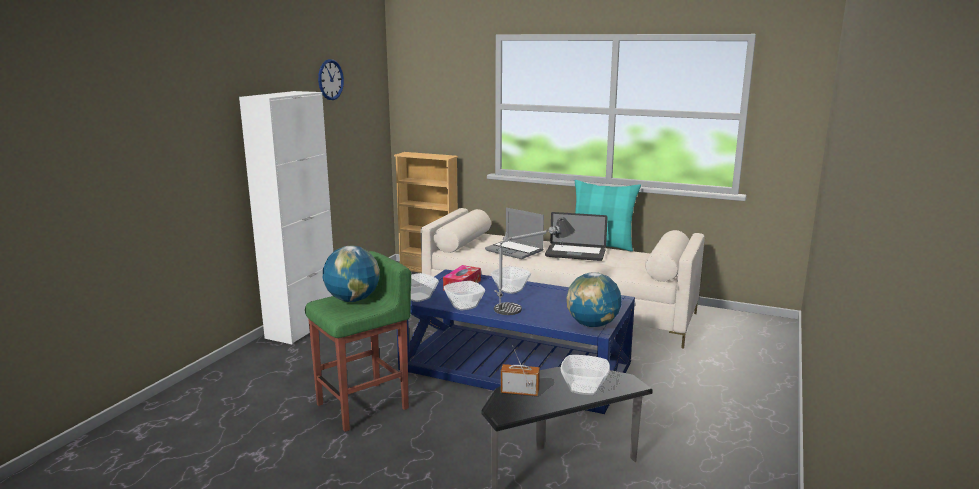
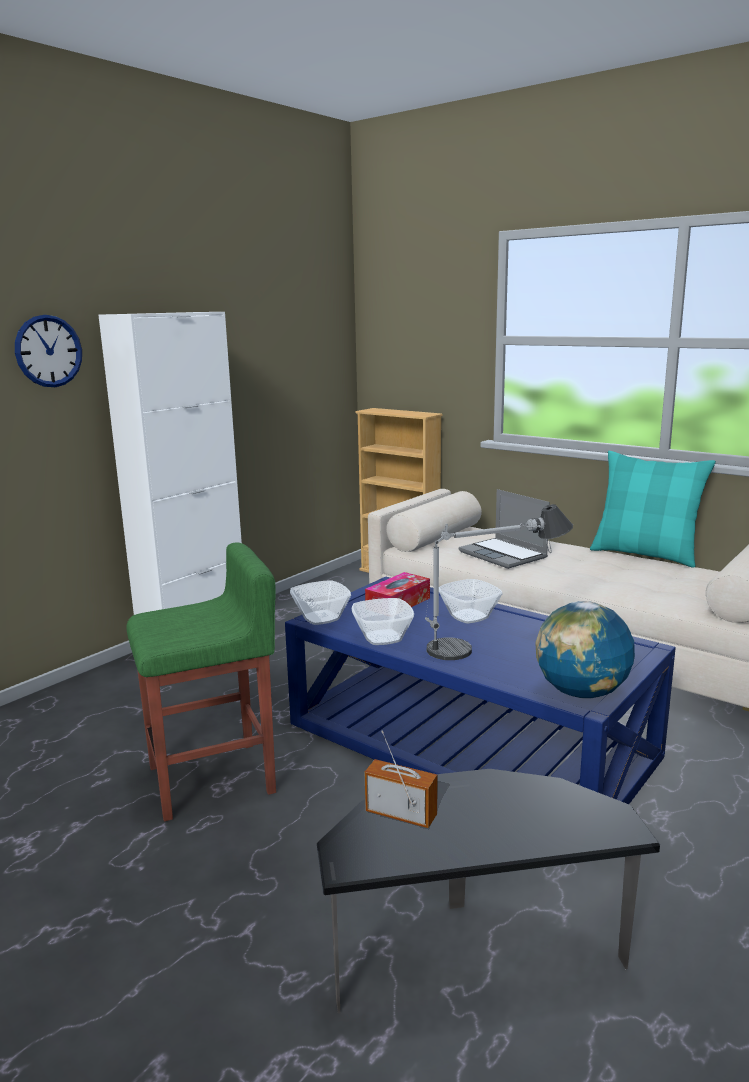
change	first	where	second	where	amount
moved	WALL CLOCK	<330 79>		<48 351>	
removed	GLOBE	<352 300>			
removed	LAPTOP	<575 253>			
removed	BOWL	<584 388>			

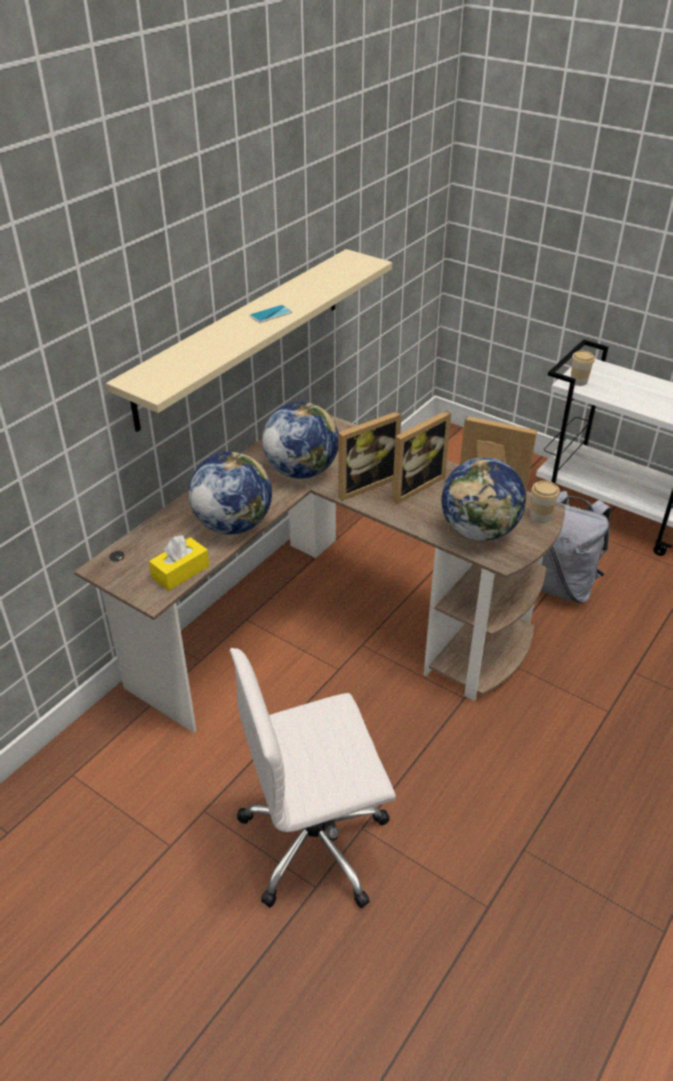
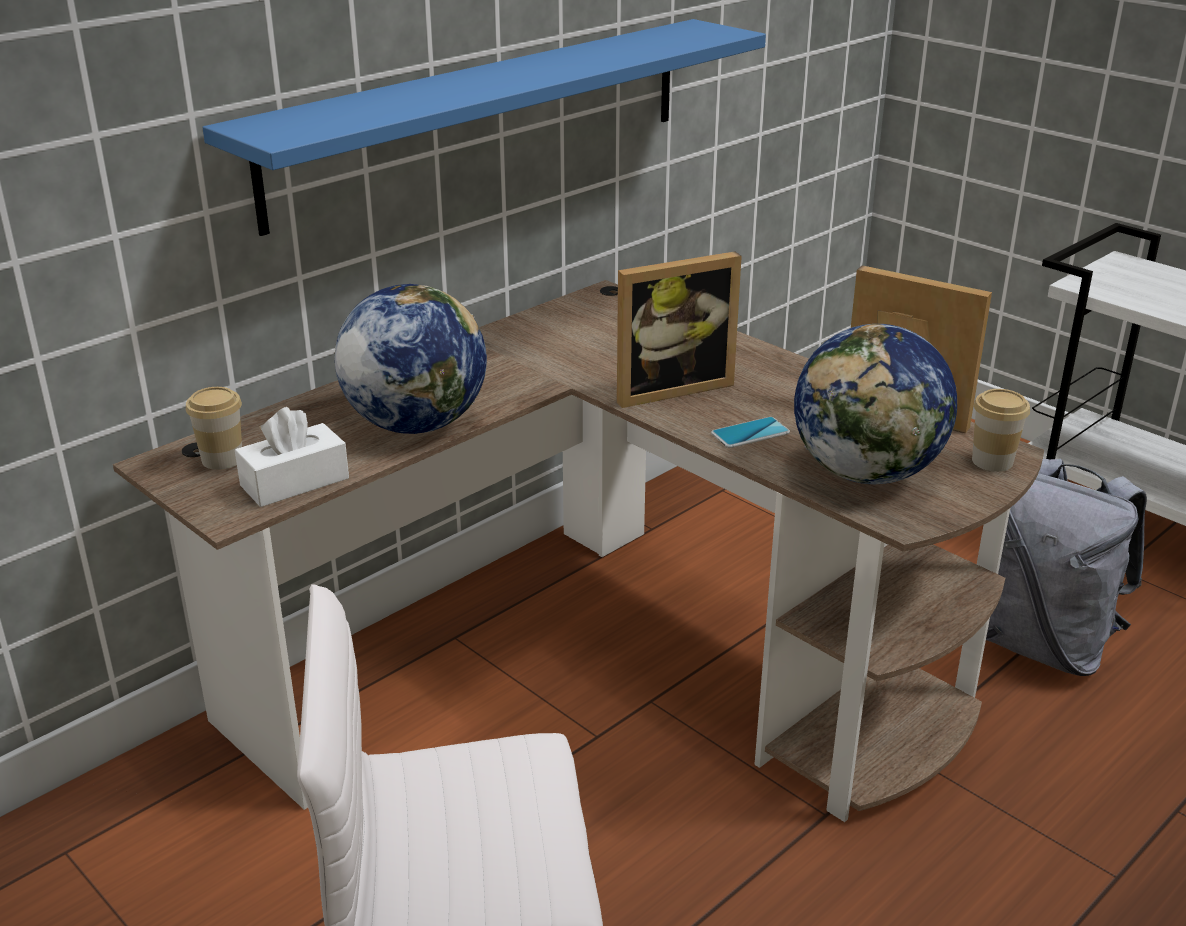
change	first	where	second	where	amount
moved	CUP	<578 381>		<222 459>	
recoloured	BEIGE SHELF	<242 336>	BLUE SHELF	<484 118>	
recoloured	YELLOW TISSUE BOX	<180 572>	WHITE TISSUE BOX	<294 482>	
moved	PHONE	<270 314>		<750 433>	
removed	GLOBE	<301 471>			
removed	PICTURE FRAME	<413 485>			

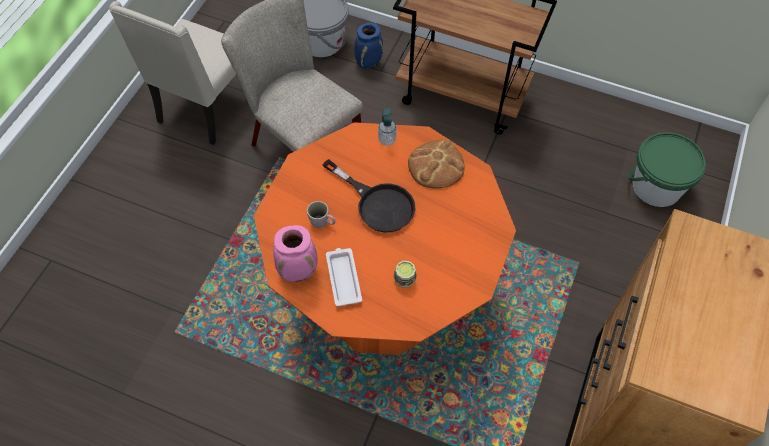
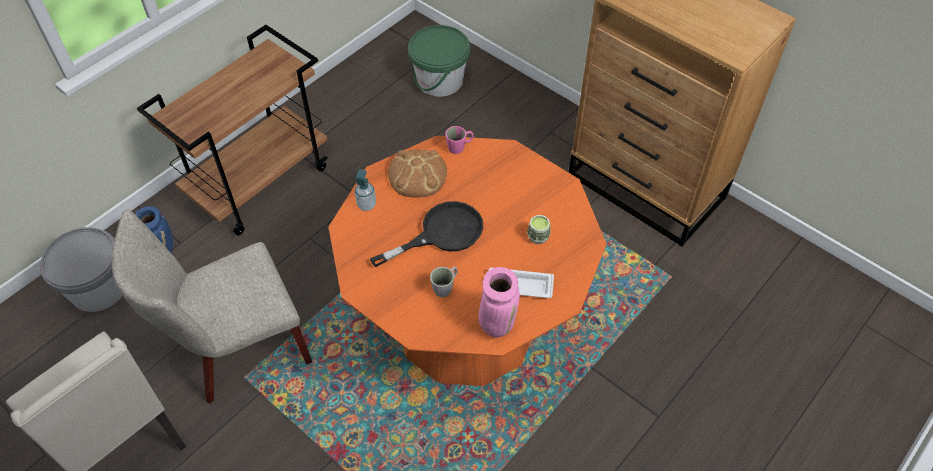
change	first	where	second	where	amount
added			PINK MUG	<459 147>	

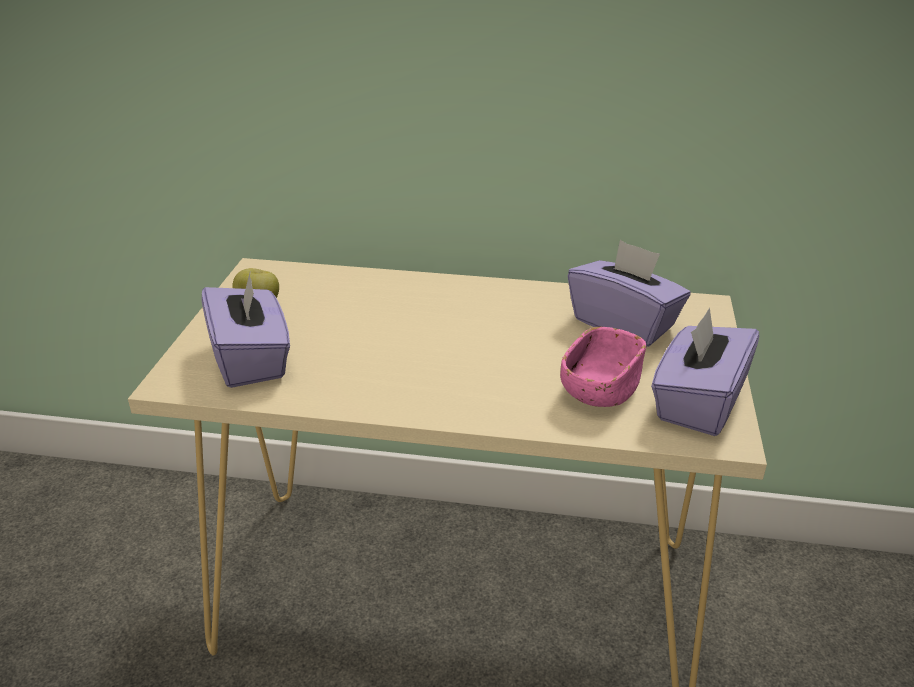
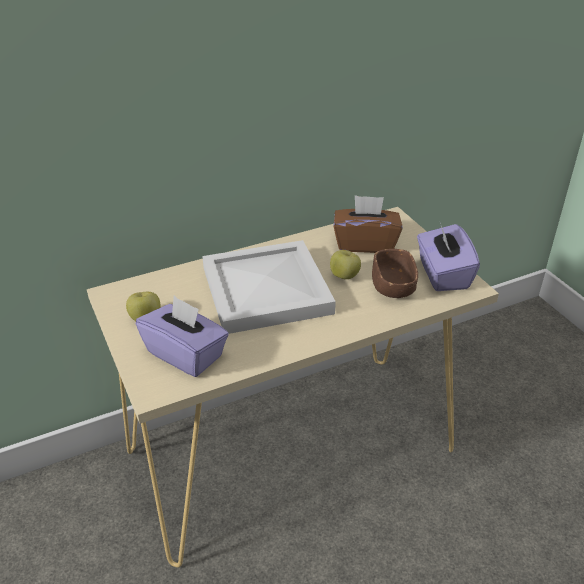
change	first	where	second	where	amount
added			WHITE TRAY	<265 291>	
added			APPLE	<344 276>	
recoloured	PURPLE TISSUE BOX	<624 323>	BROWN TISSUE BOX	<365 243>	
recoloured	PINK BOWL	<600 390>	BROWN BOWL	<393 287>	

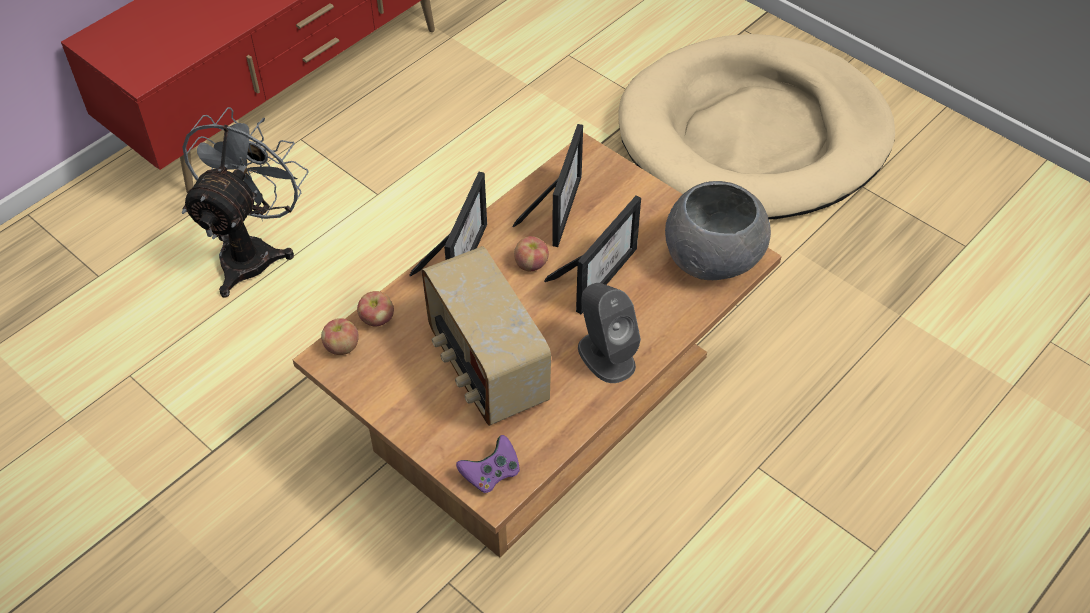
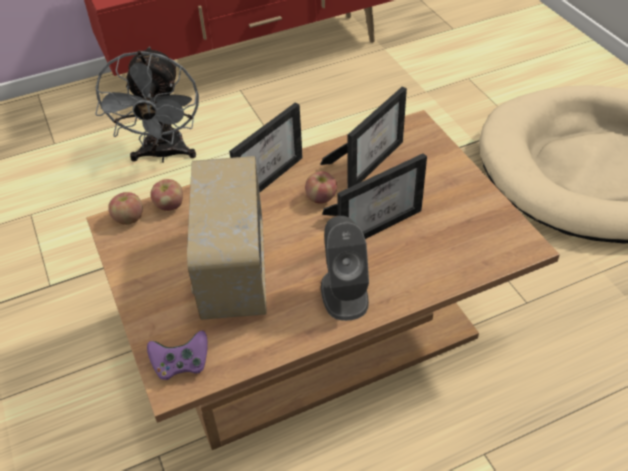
change	first	where	second	where	amount
turned	GREY FAN	<253 251>		<164 154>	135 degrees clockwise
removed	GREY BOWL	<714 257>			

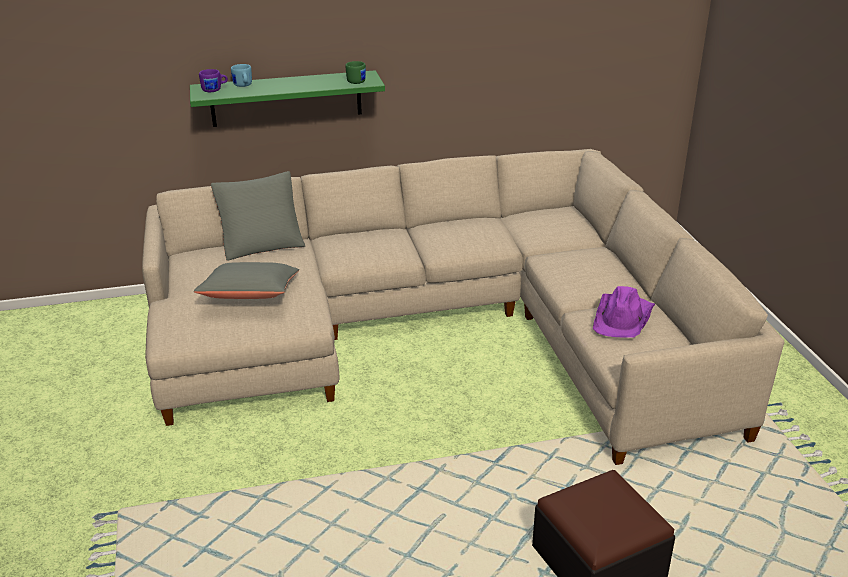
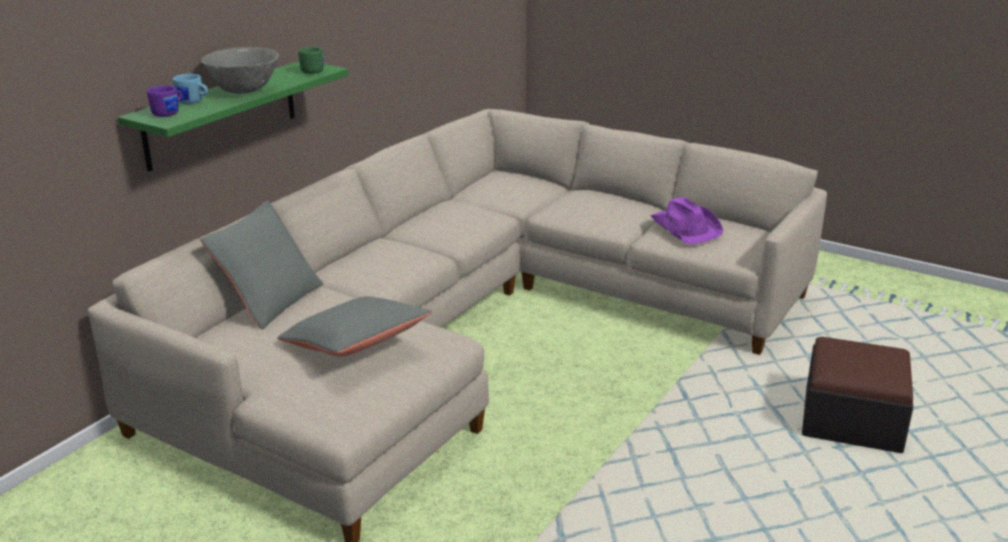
change	first	where	second	where	amount
added			GREY BOWL	<244 91>	

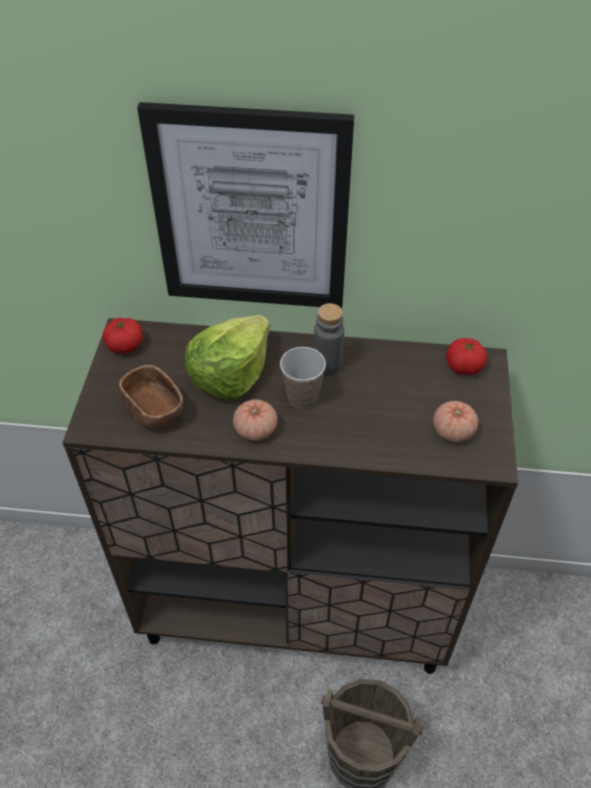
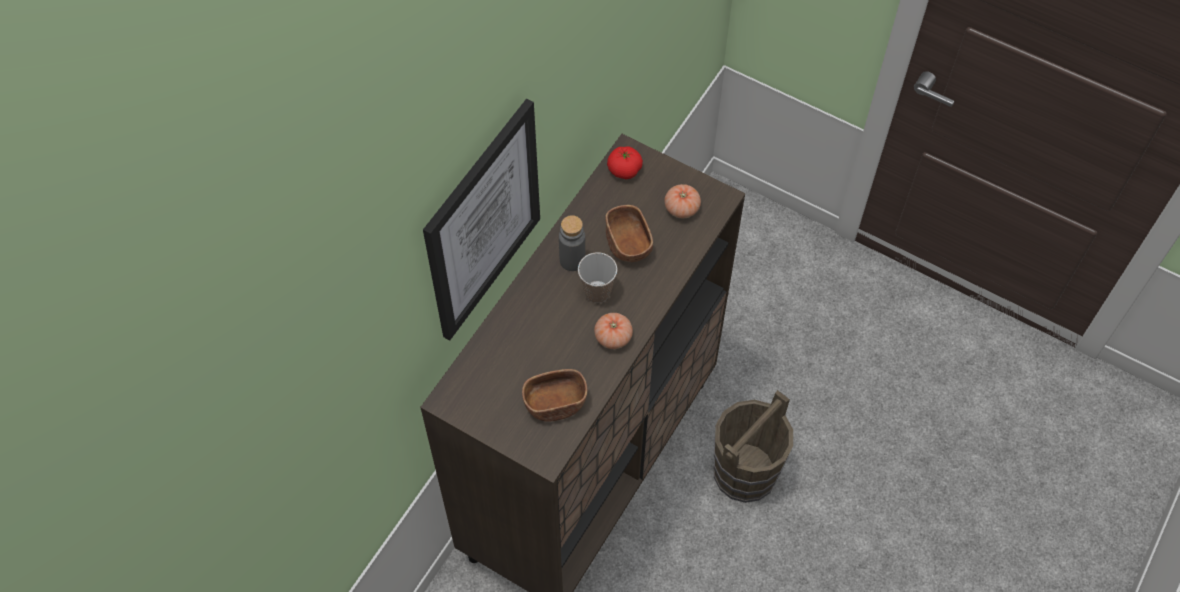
change	first	where	second	where	amount
added			BROWN BOWL	<628 244>	
removed	TOMATO	<125 345>			
removed	LETTUCE	<230 374>			

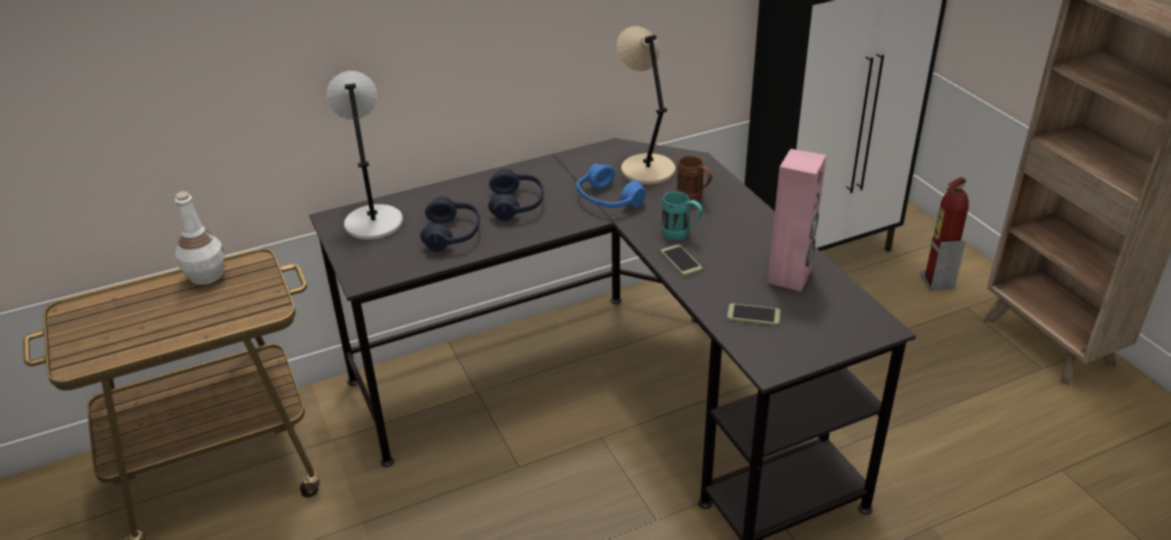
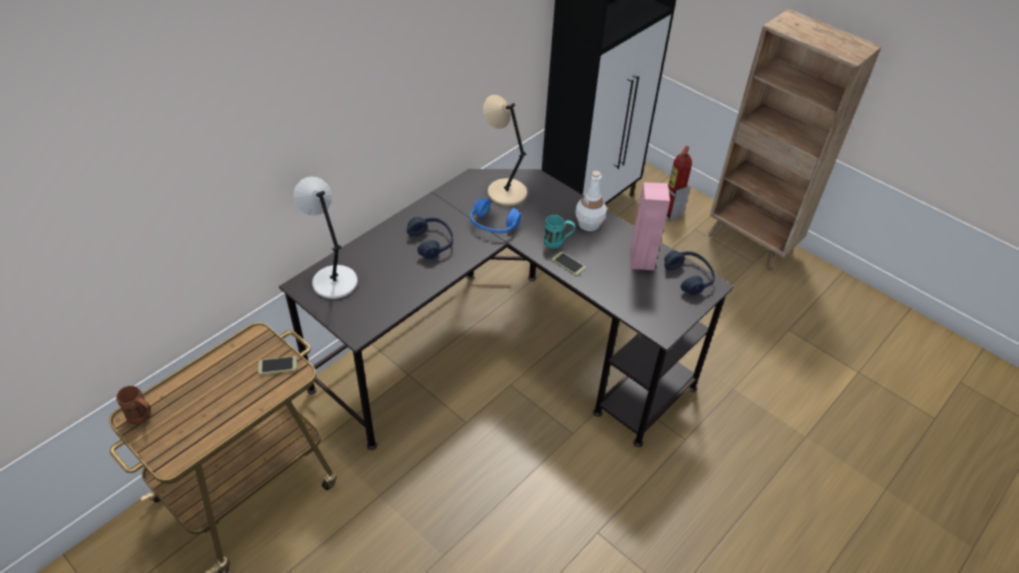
change	first	where	second	where	amount
moved	BROWN MUG	<694 199>		<143 418>	
moved	PHONE	<753 315>		<277 366>	
moved	WHITE BOTTLE	<206 275>		<588 224>	
moved	BLUE HEADPHONES	<452 234>		<689 277>	

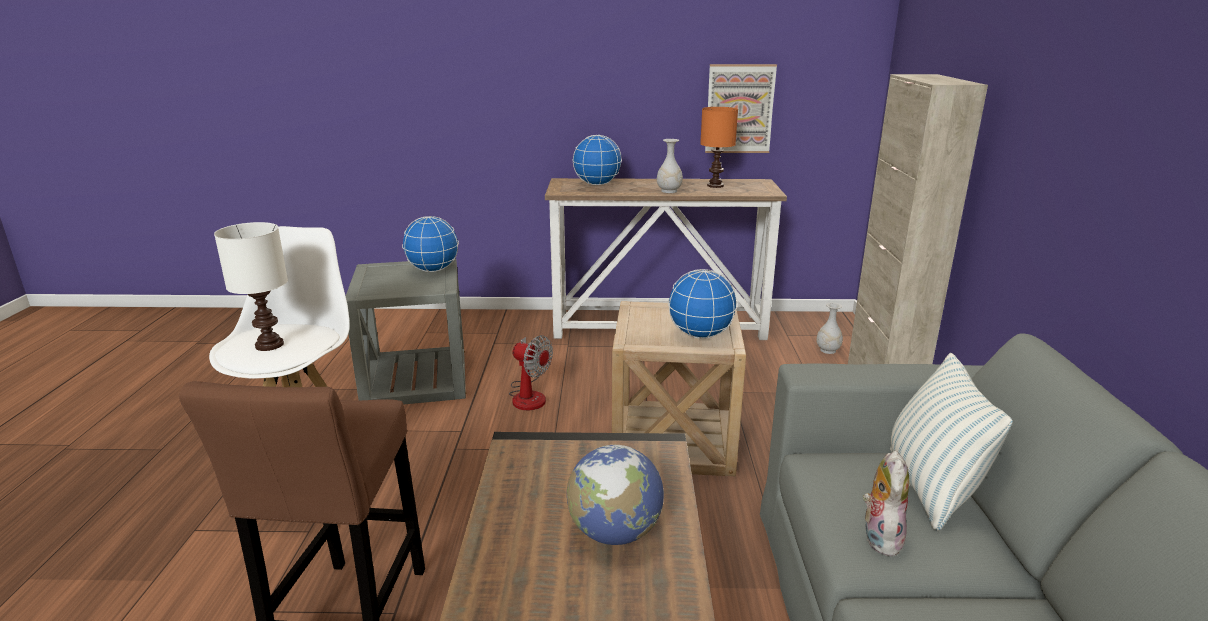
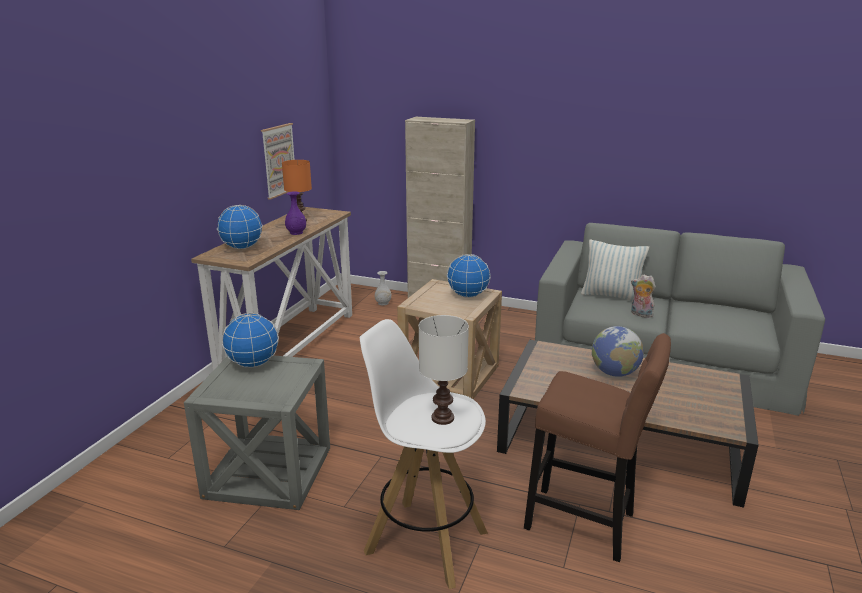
change	first	where	second	where	amount
recoloured	WHITE VASE	<668 191>	PURPLE VASE	<296 233>	
removed	FAN	<529 395>			

